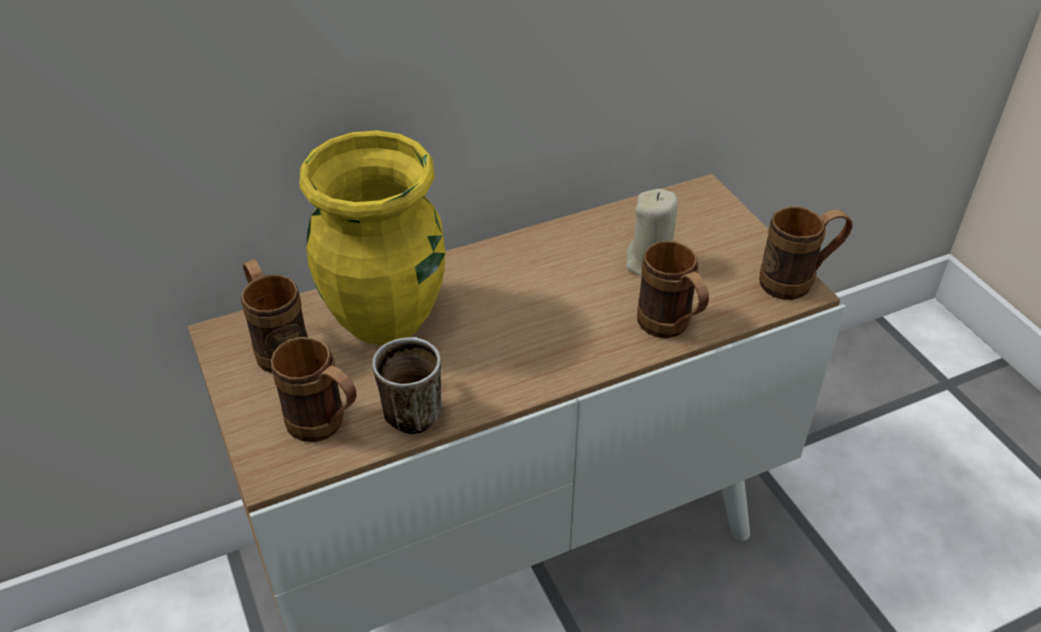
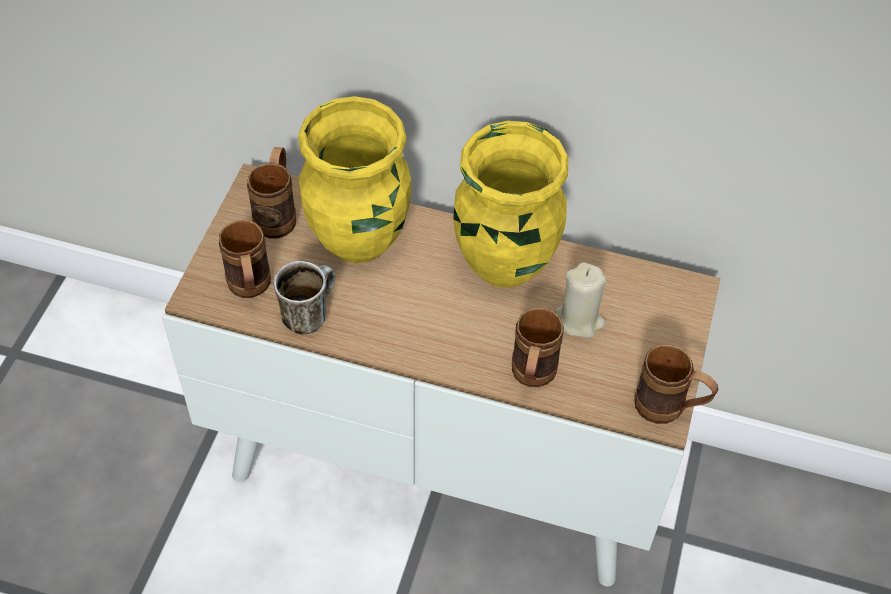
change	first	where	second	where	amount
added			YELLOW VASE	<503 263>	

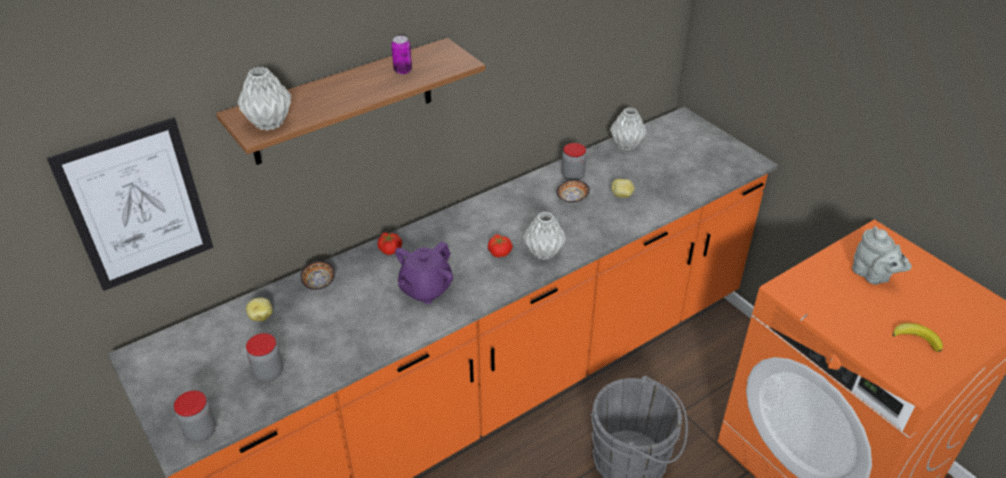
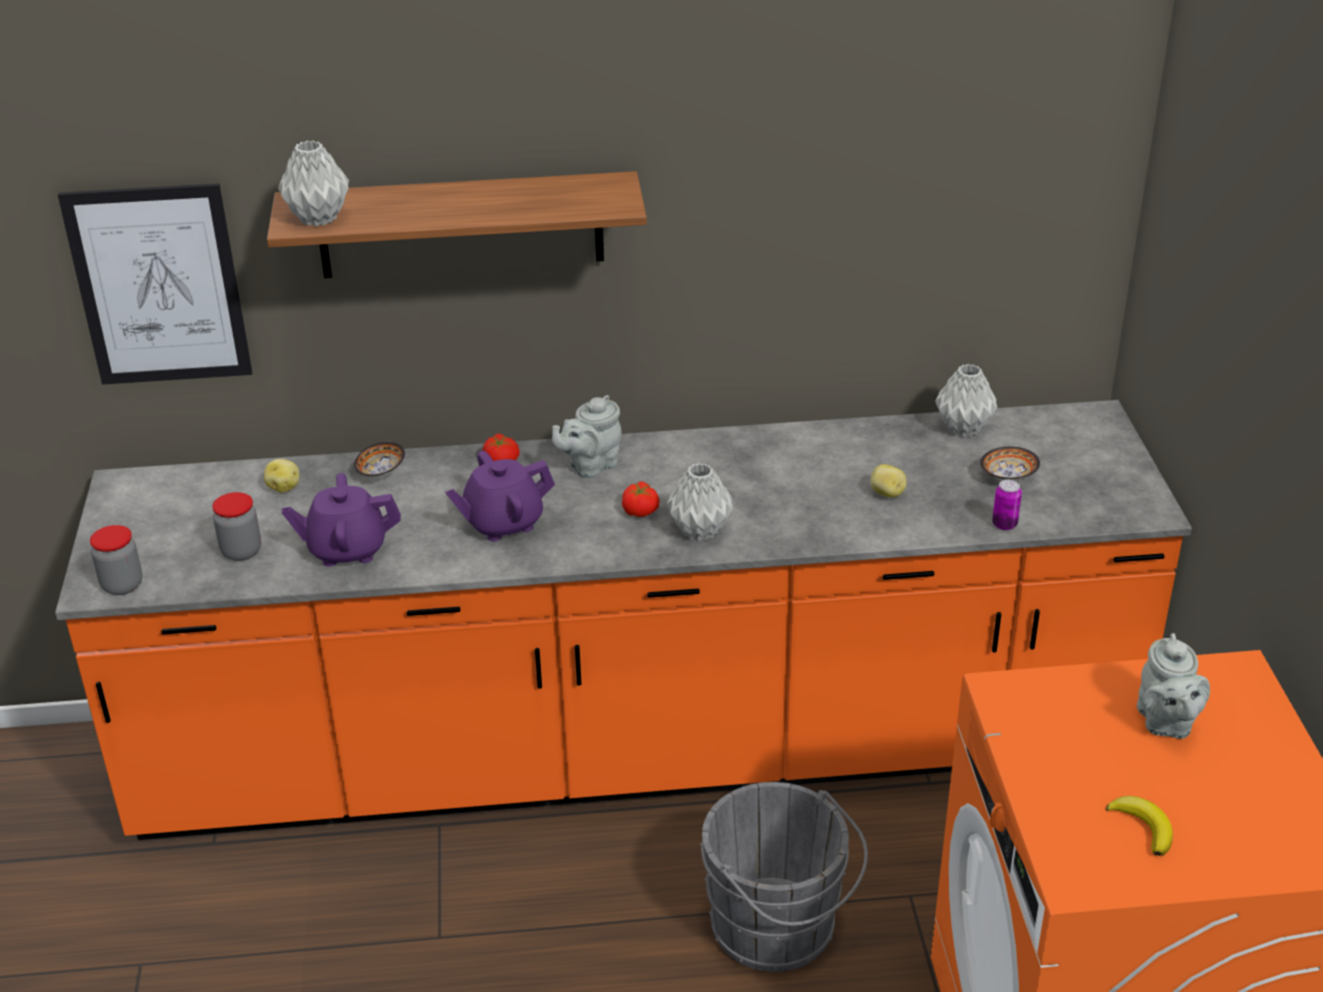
change	first	where	second	where	amount
added			PURPLE TEAPOT	<347 549>	
added			GREY TEAPOT	<590 466>	
moved	BOWL	<572 199>		<1008 476>	
moved	CAN	<403 71>		<1004 524>	
removed	JAR	<572 176>			

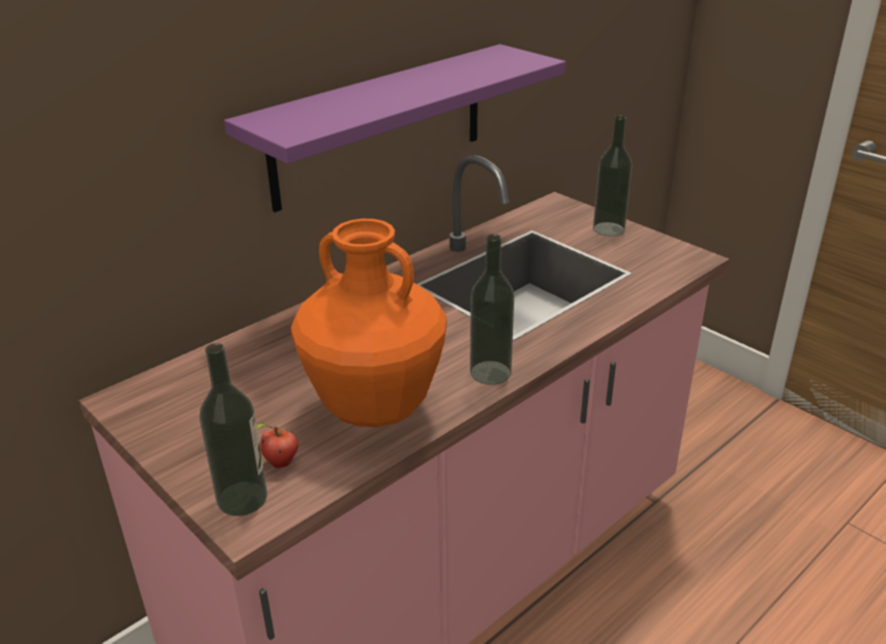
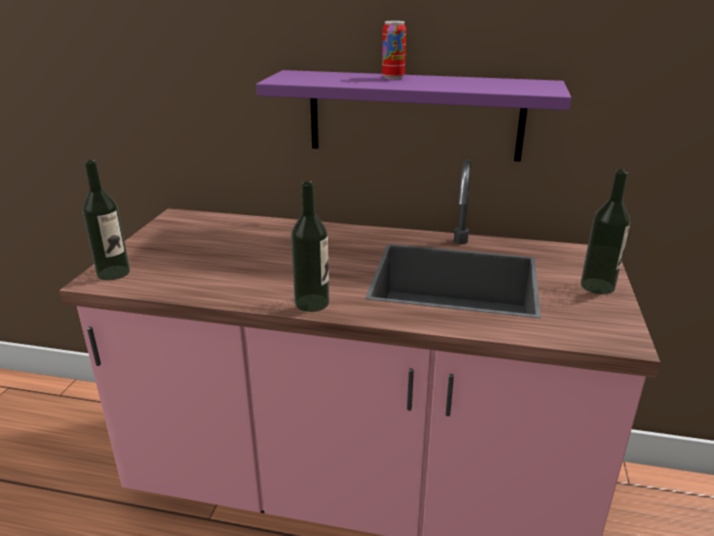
change	first	where	second	where	amount
added			CAN	<393 77>	
removed	APPLE	<279 463>			
removed	ORANGE VASE	<376 409>			

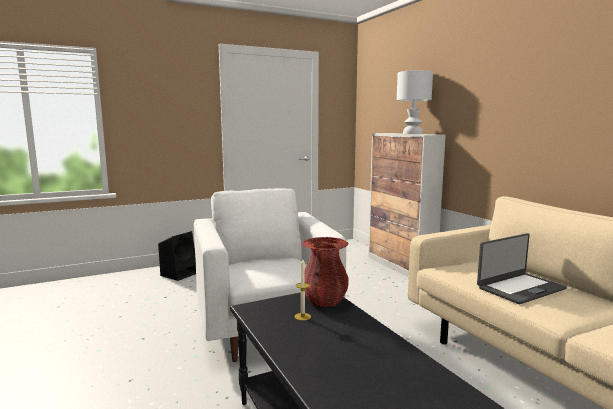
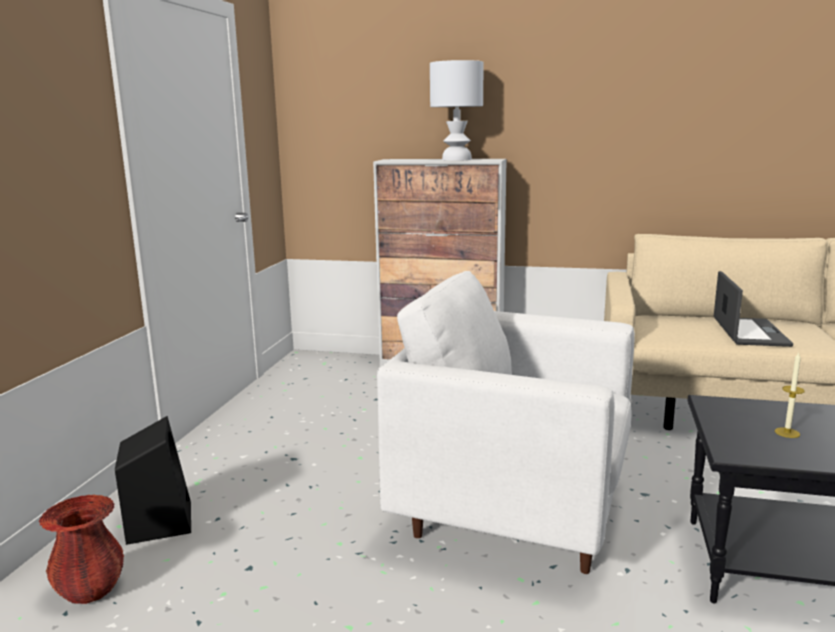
change	first	where	second	where	amount
moved	RED VASE	<324 301>		<90 590>	

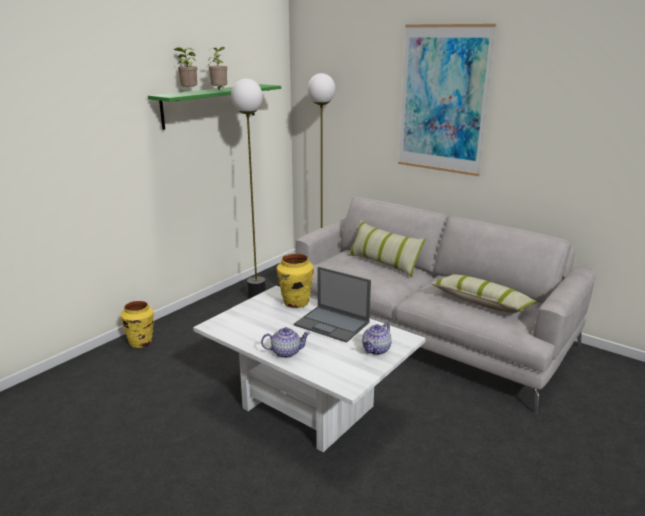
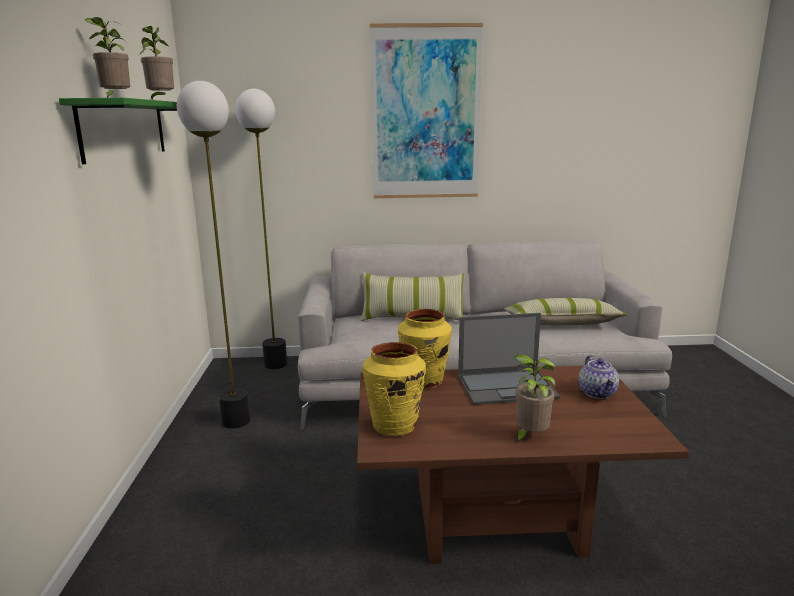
change	first	where	second	where	amount
recoloured	WHITE COFFEE TABLE	<308 407>	BROWN COFFEE TABLE	<496 517>	
moved	YELLOW VASE	<141 342>		<394 426>	
replaced	TEAPOT	<286 352>	POTTED PLANT	<529 436>	

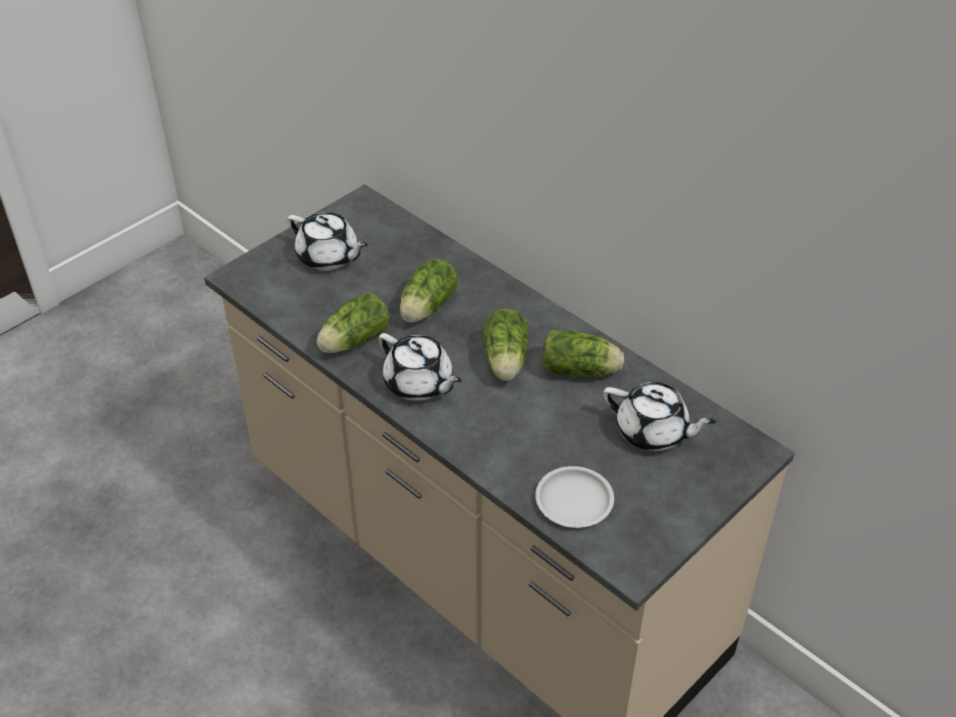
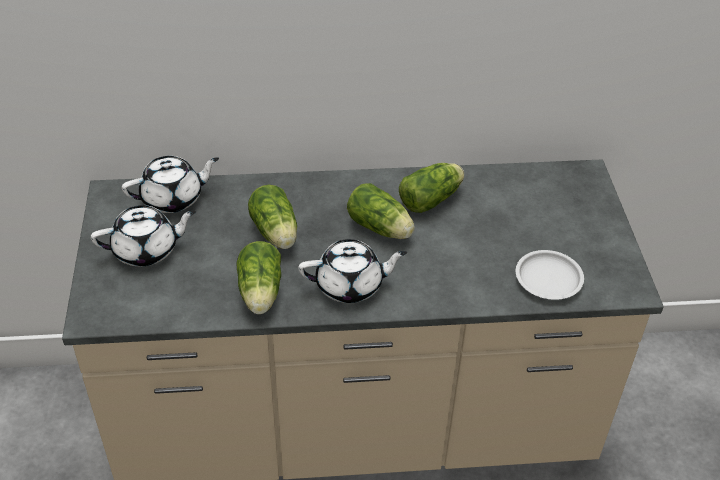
change	first	where	second	where	amount
moved	WHITE TEAPOT	<653 432>		<173 198>	

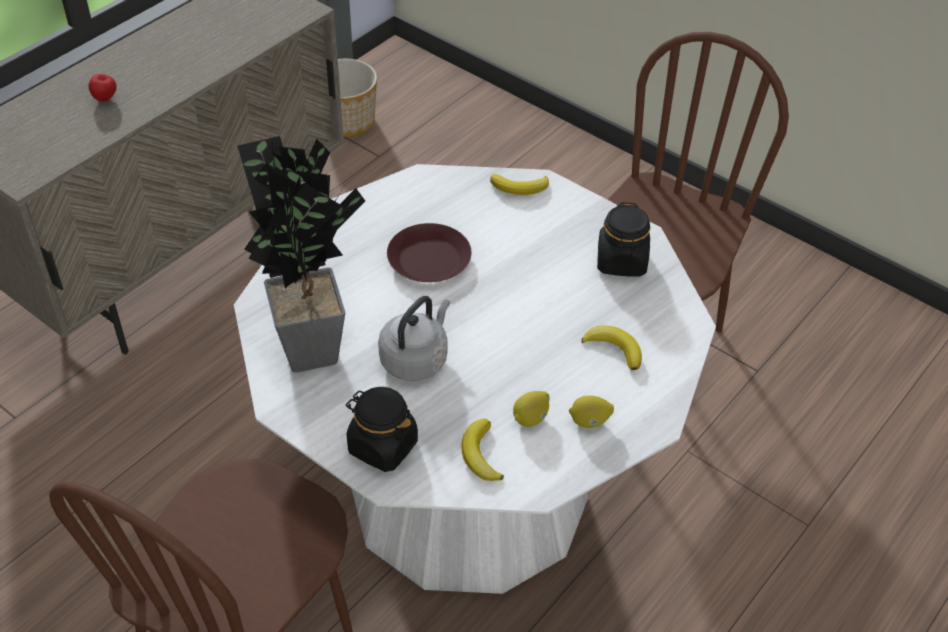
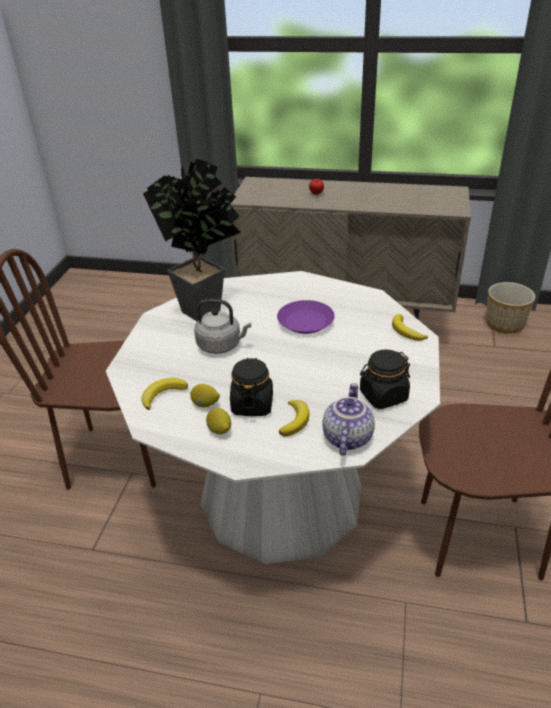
change	first	where	second	where	amount
moved	BLACK JAR	<382 446>		<252 404>	
recoloured	BROWN PLATE	<430 260>	PURPLE PLATE	<306 322>	
added			TEAPOT	<346 437>	

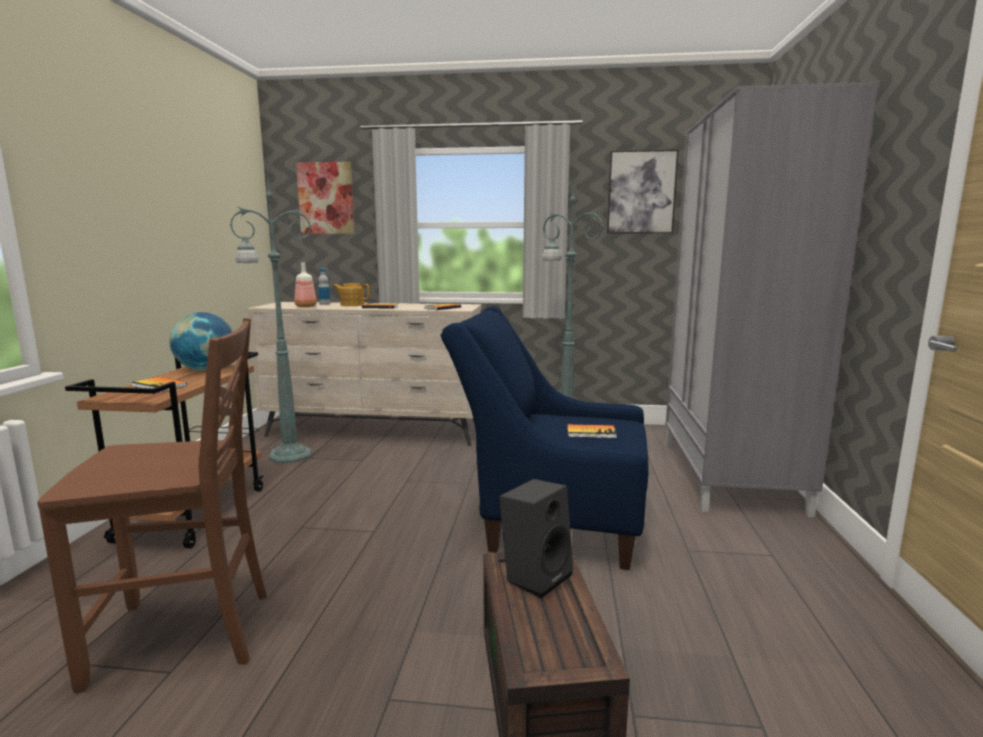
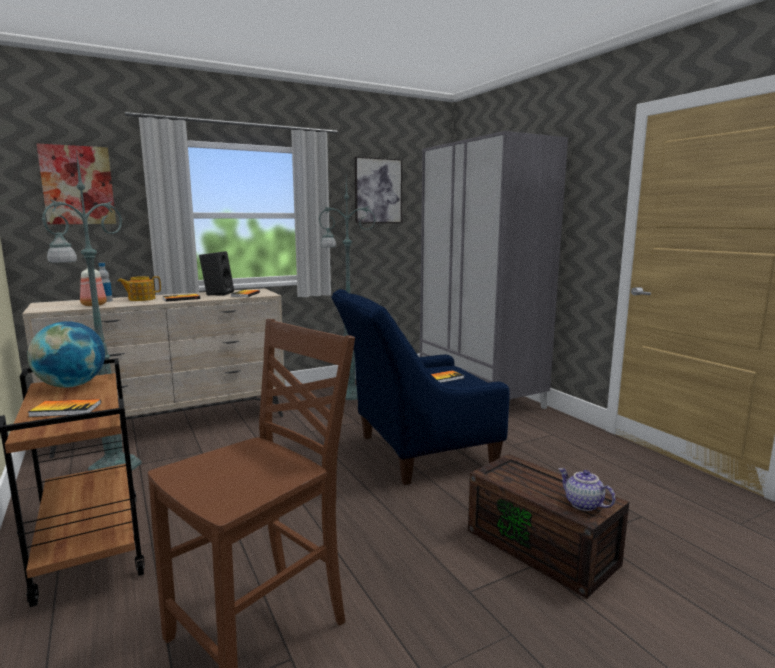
change	first	where	second	where	amount
moved	BLACK SPEAKER	<535 575>		<218 293>	
added			TEAPOT	<582 504>	

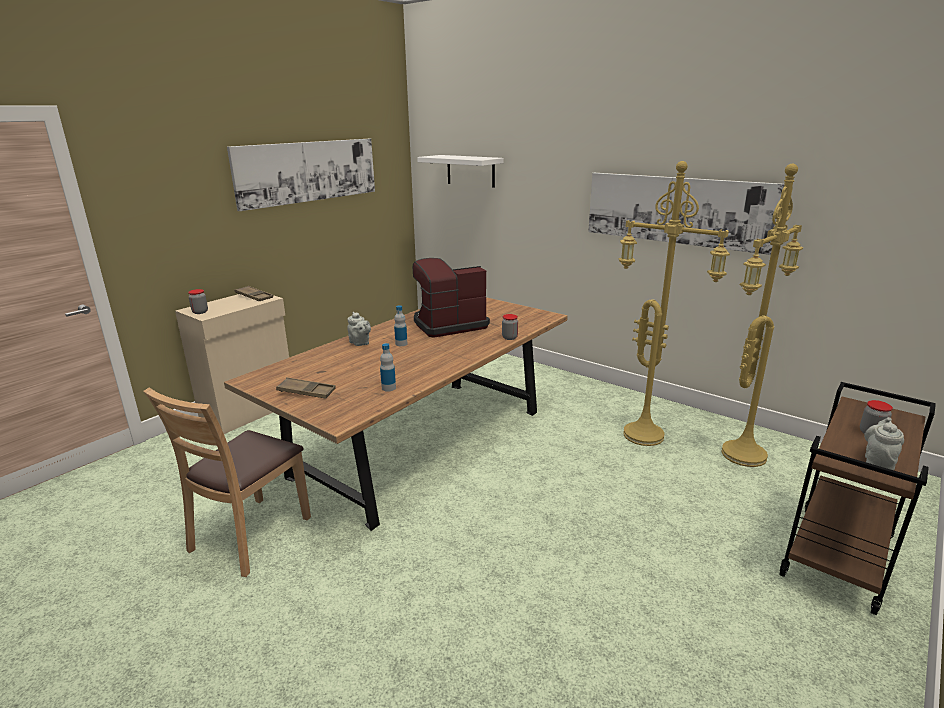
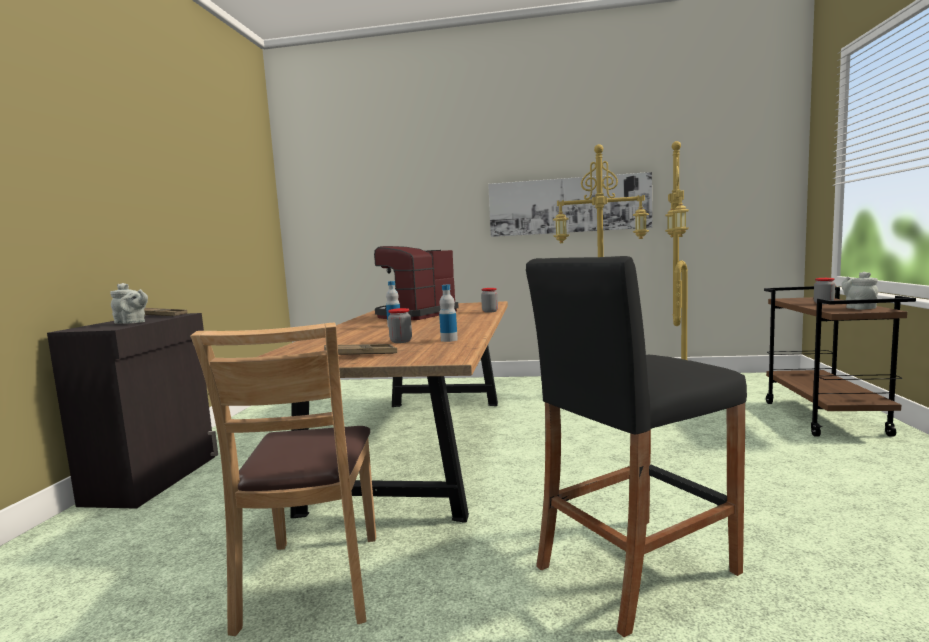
change	first	where	second	where	amount
recoloured	BEIGE CABINET	<250 411>	BLACK CABINET	<155 479>	
moved	GREY TEAPOT	<360 343>		<132 323>	
moved	JAR	<200 312>		<401 341>	
added			BLACK STOOL	<635 569>	
removed	PICTURE	<308 171>			
removed	WHITE SHELF	<470 171>			

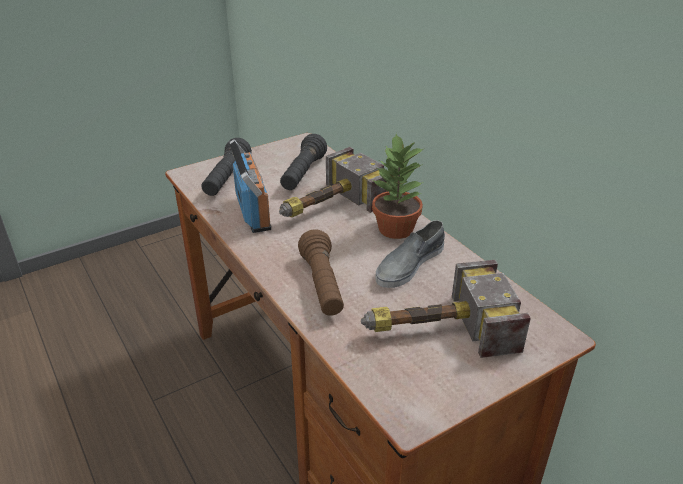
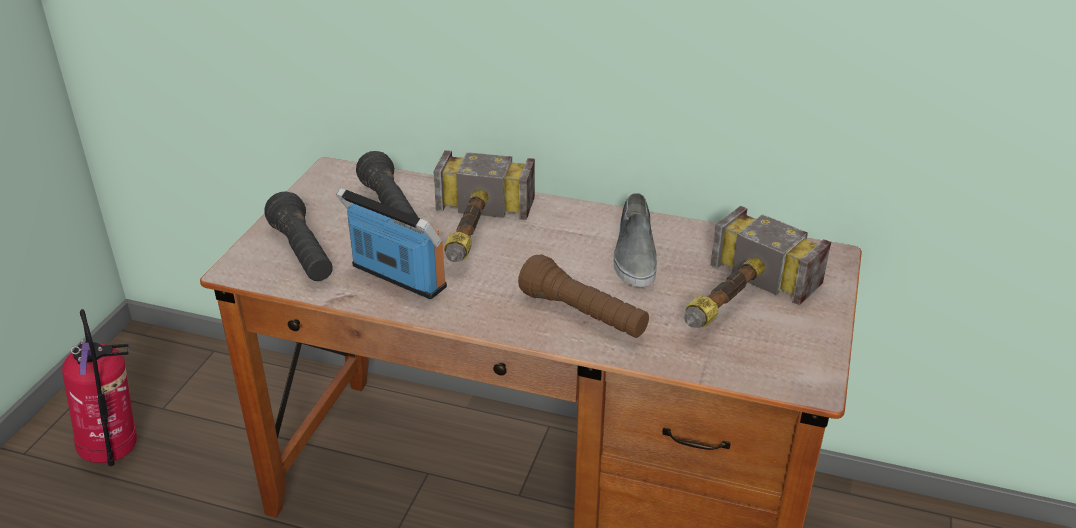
change	first	where	second	where	amount
added			FIRE EXTINGUISHER	<115 452>	
removed	POTTED PLANT	<395 229>			

